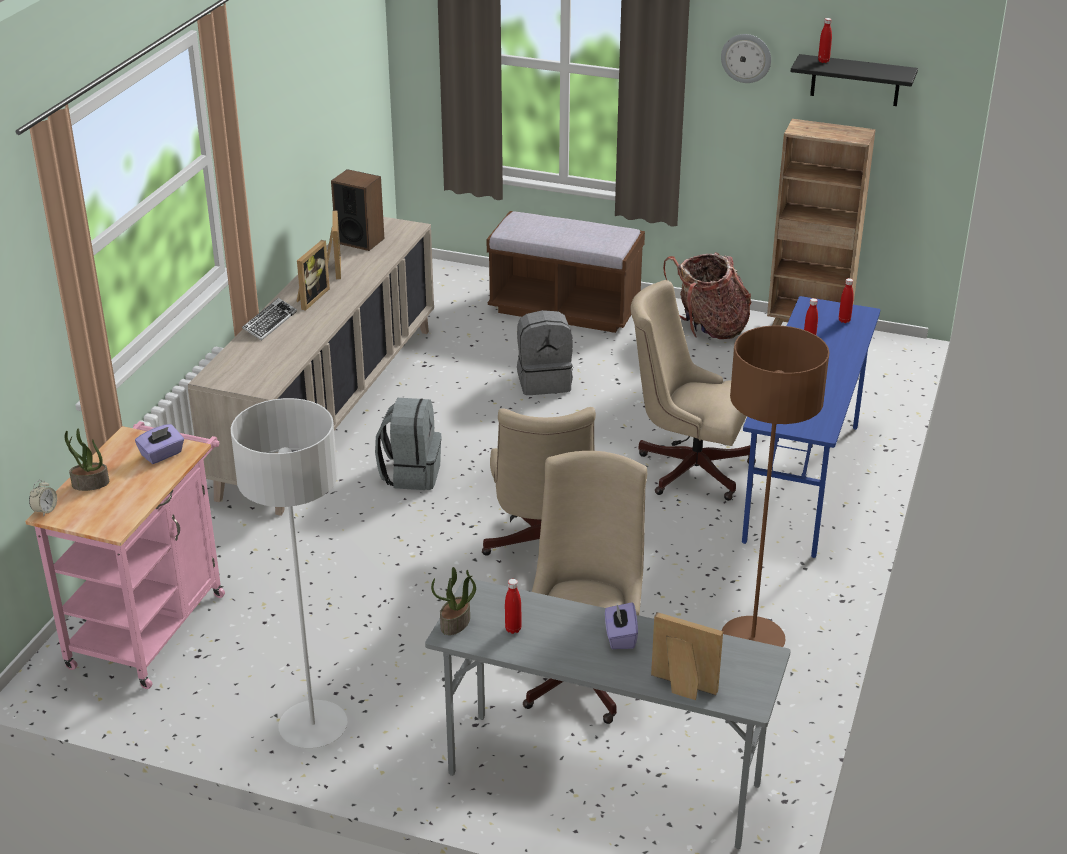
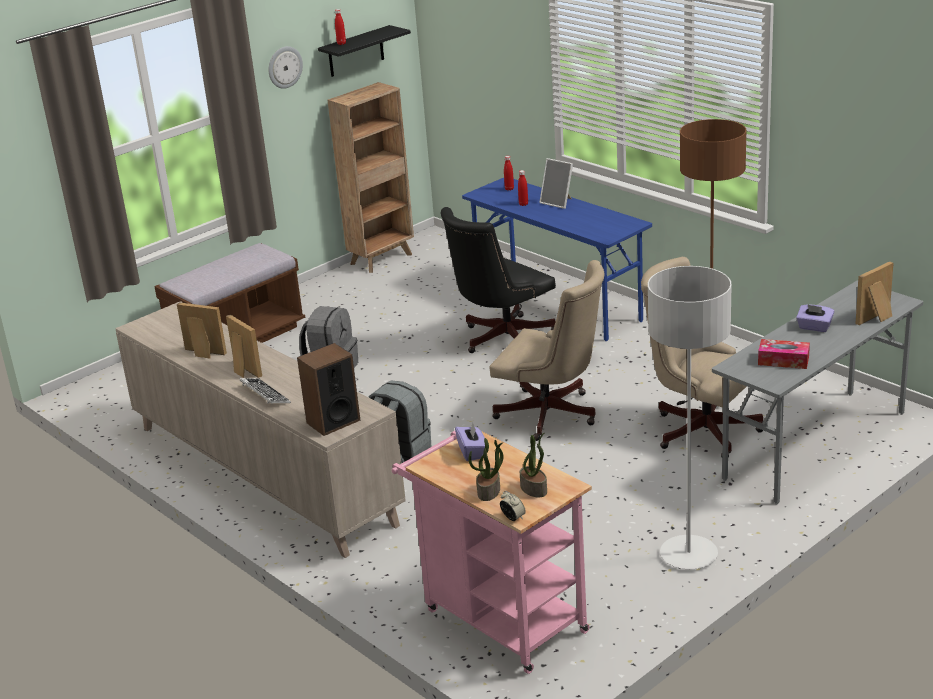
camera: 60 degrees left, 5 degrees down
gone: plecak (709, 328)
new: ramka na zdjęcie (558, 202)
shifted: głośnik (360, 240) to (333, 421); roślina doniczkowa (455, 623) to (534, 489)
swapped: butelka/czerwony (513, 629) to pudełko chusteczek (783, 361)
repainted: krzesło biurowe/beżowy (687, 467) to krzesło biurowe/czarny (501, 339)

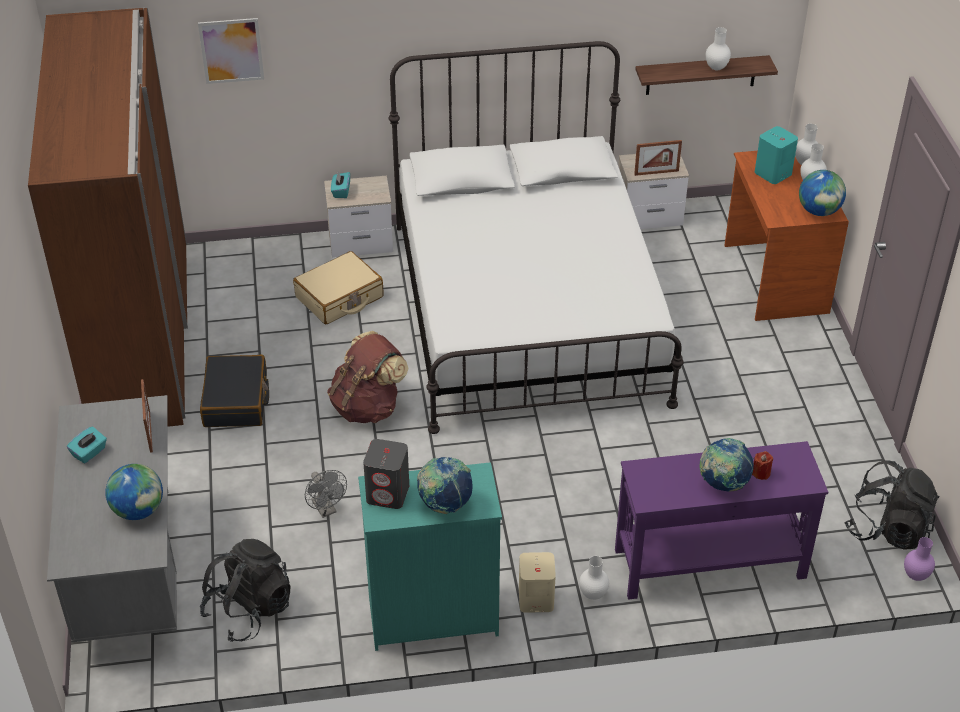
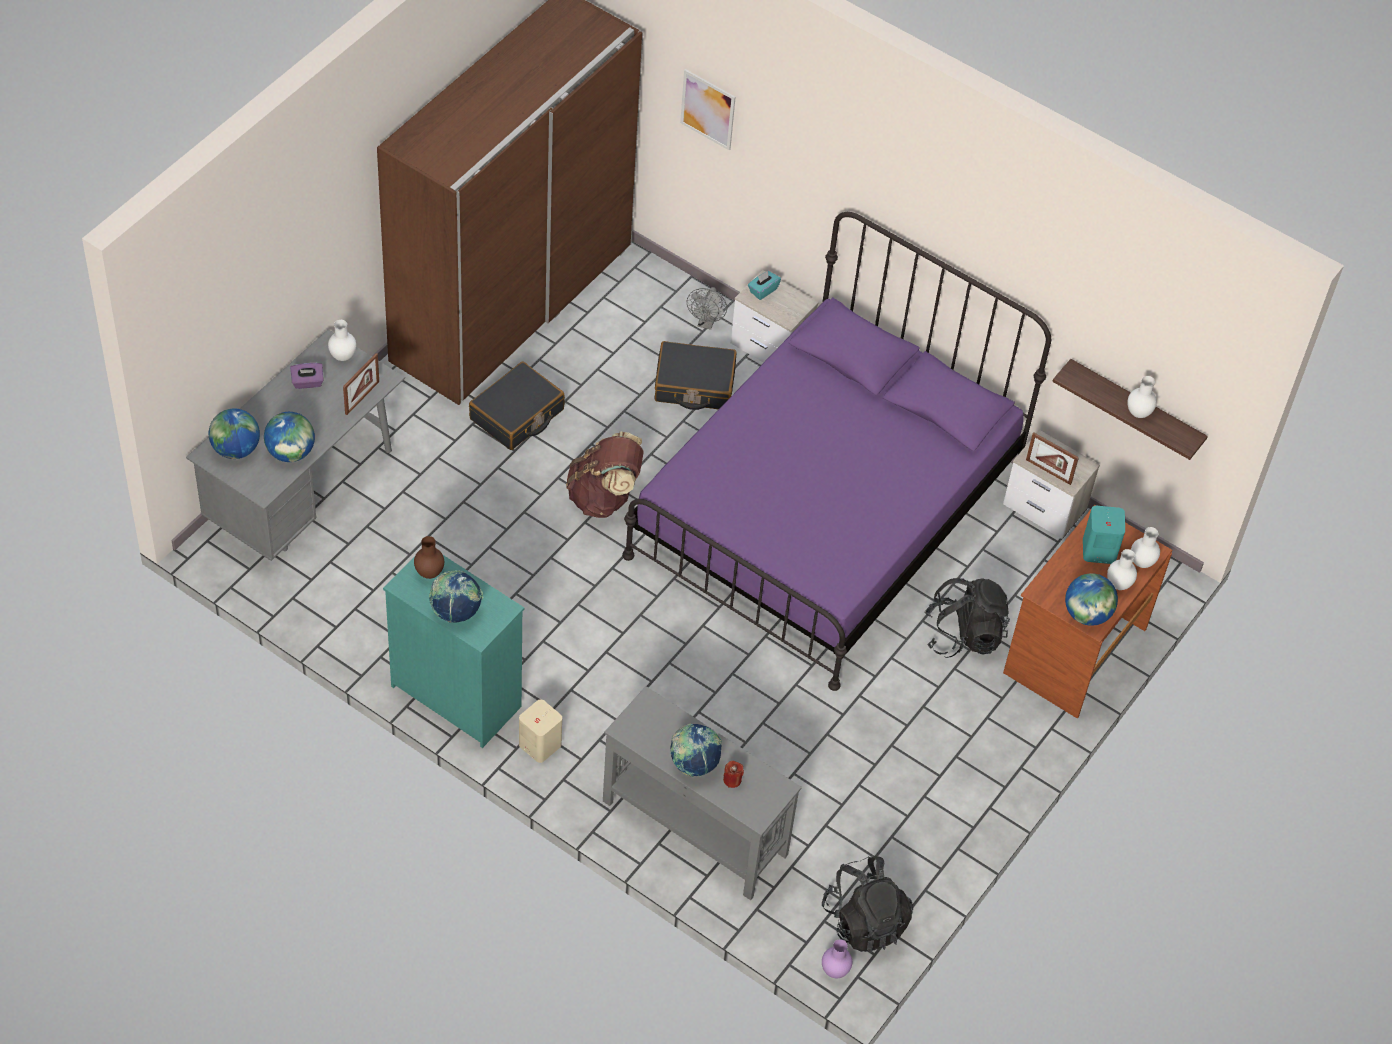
camera: 40 degrees right, 10 degrees up
new: globus (236, 449)
shifted: wentylator/szary (326, 509) to (706, 323); plecak/czarny (249, 610) to (964, 635); wazon/biały (592, 595) to (342, 356)
swapped: głośnik/szary (388, 493) to wazon/brązowy (430, 573)
repainted: łóżko/biały (527, 311) to łóżko/fioletowy (825, 514); walizka/beżowy (339, 297) to walizka/czarny (694, 385); pudełko chusteczek/turkusowy (89, 453) to pudełko chusteczek/fioletowy (307, 382); stolik konsolowy/fioletowy (708, 563) to stolik konsolowy/szary (694, 827)

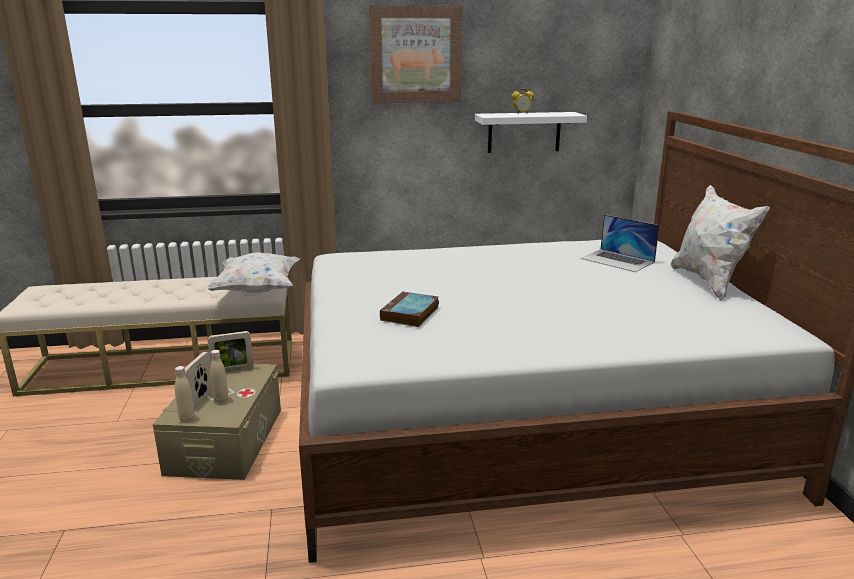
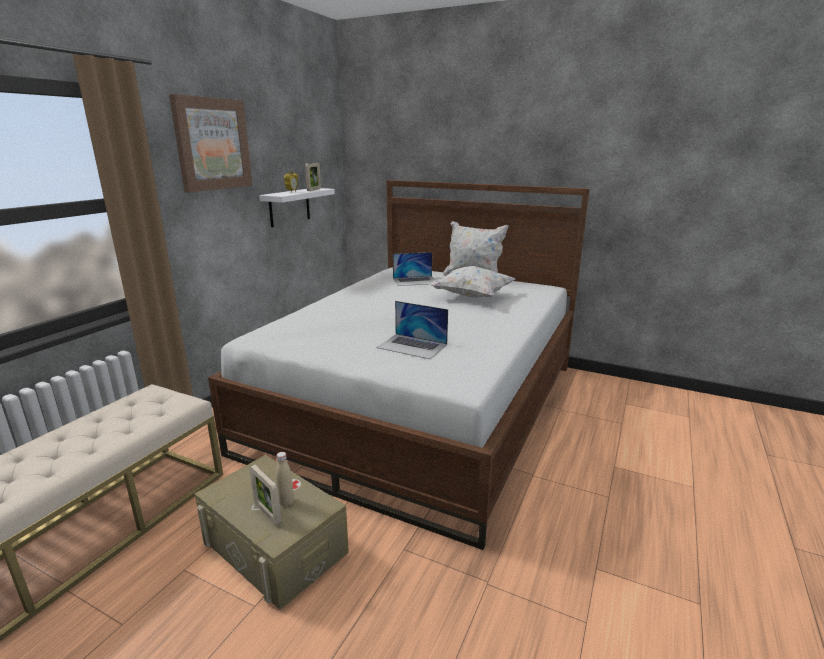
camera: 55 degrees left, 0 degrees up
gone: butelka/beżowy (187, 418)
shifted: poduszka/biały (257, 290) to (471, 296); ramka na zdjęcie (233, 370) to (314, 190)
swapped: książka (410, 314) to laptop (412, 346)

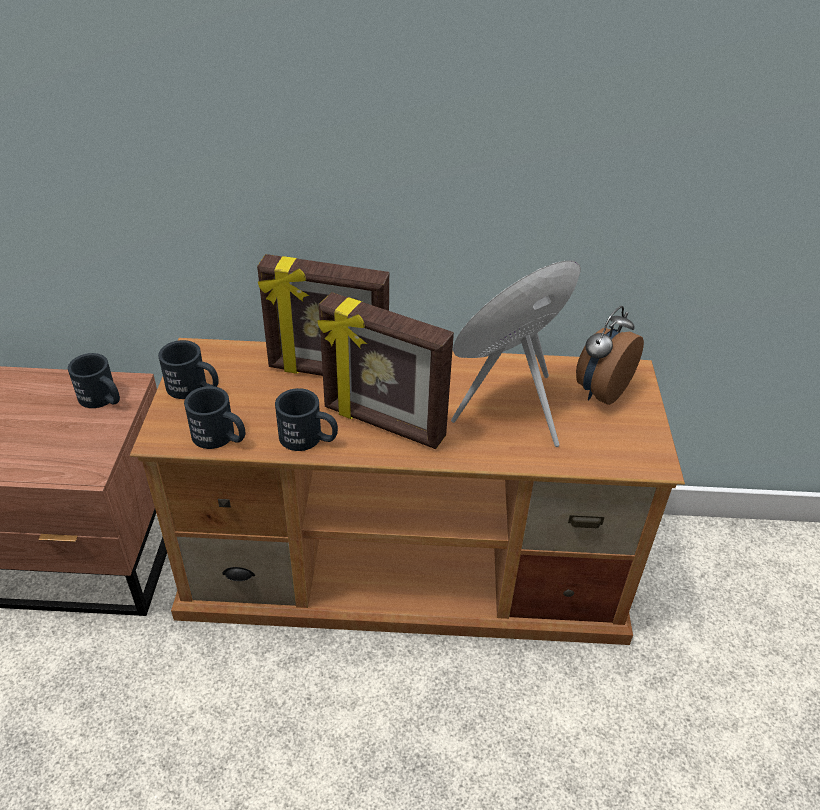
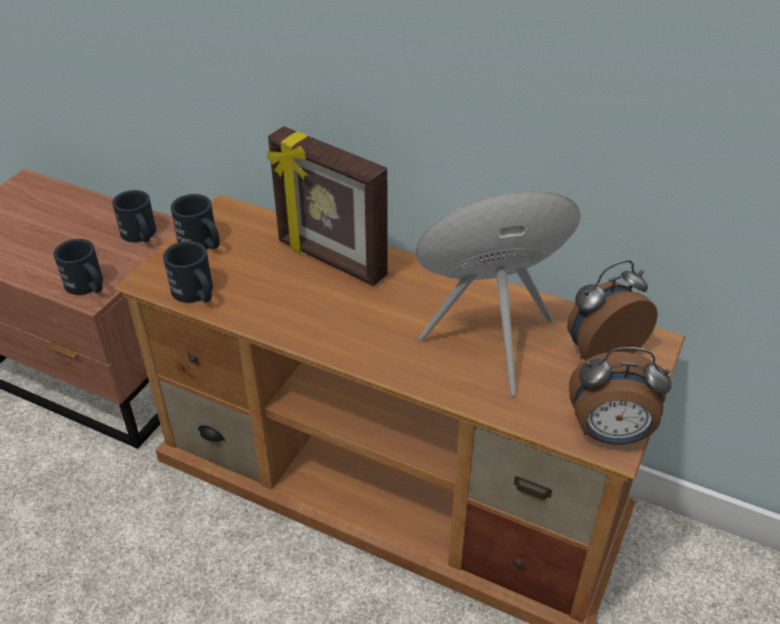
camera: 25 degrees right, 0 degrees up
gone: ramka na zdjęcie (383, 424)
new: budzik (609, 434)
shifted: kubek/czarny (309, 439) to (88, 286)

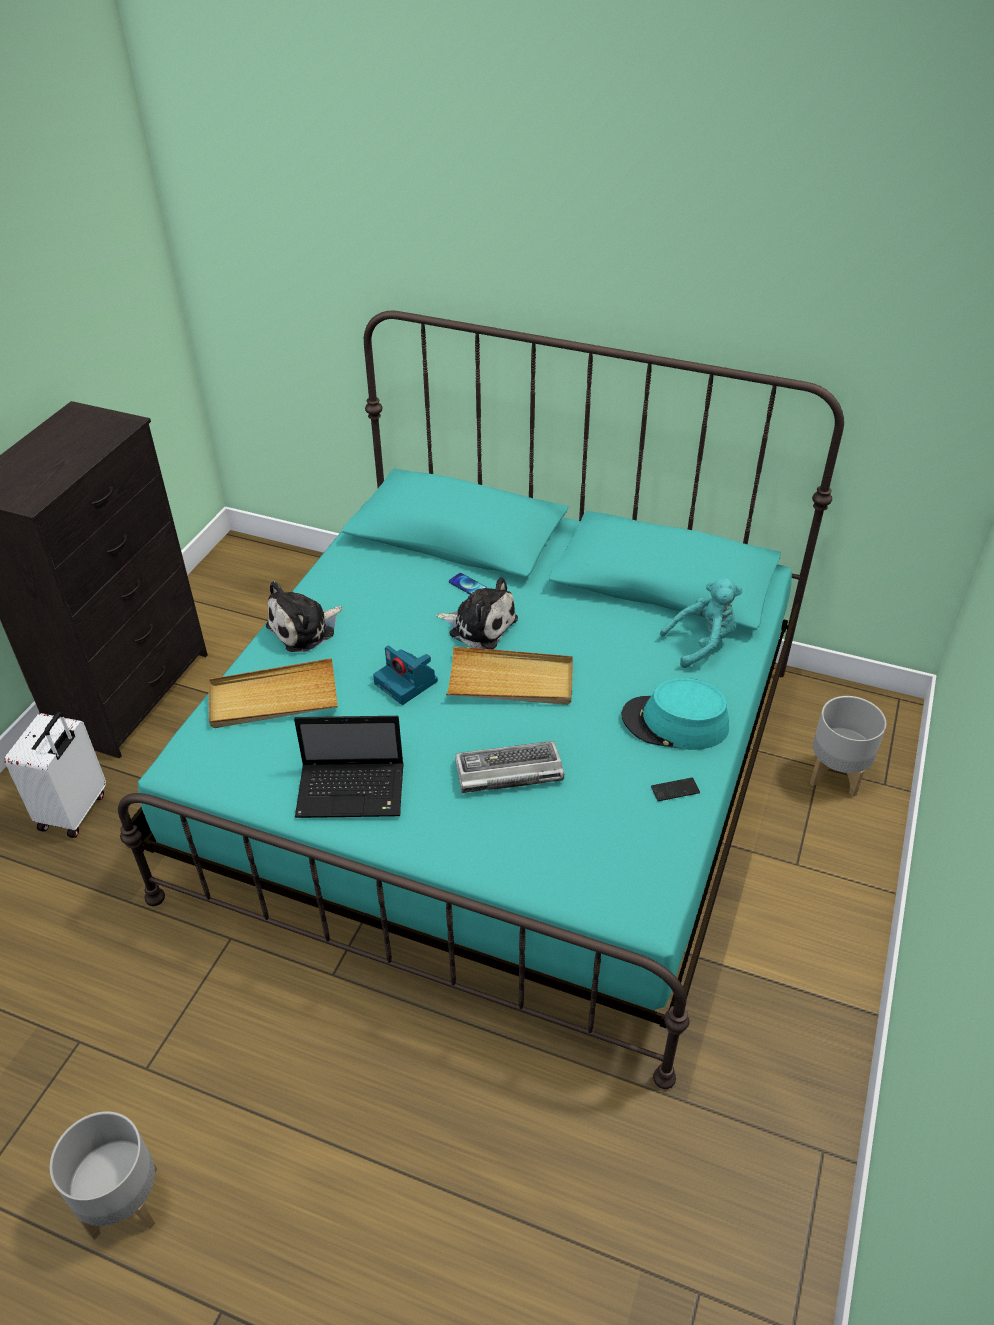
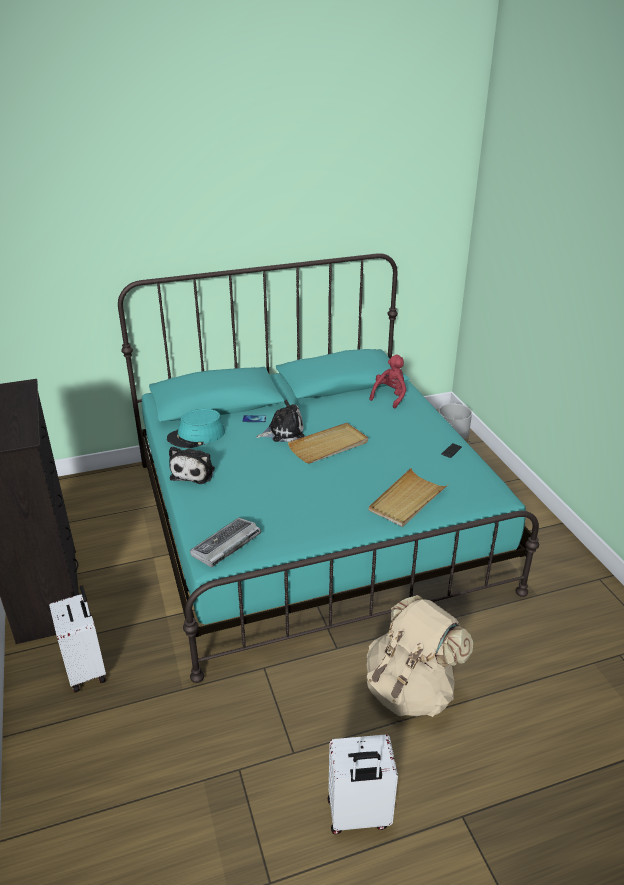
camera: 40 degrees left, 10 degrees down
gone: aparat fotograficzny (407, 683); laptop (353, 791)
new: plecak/beżowy (411, 689)
shifted: taca/beżowy (273, 698) to (407, 500); kapelusz/turkusowy (675, 723) to (196, 436); klawiatura (507, 772) to (225, 546)
swapped: donica/szary (123, 1202) to walizka/biały (358, 815)
repainted: pluszak/turkusowy (702, 643) to pluszak/czerwony (390, 396)

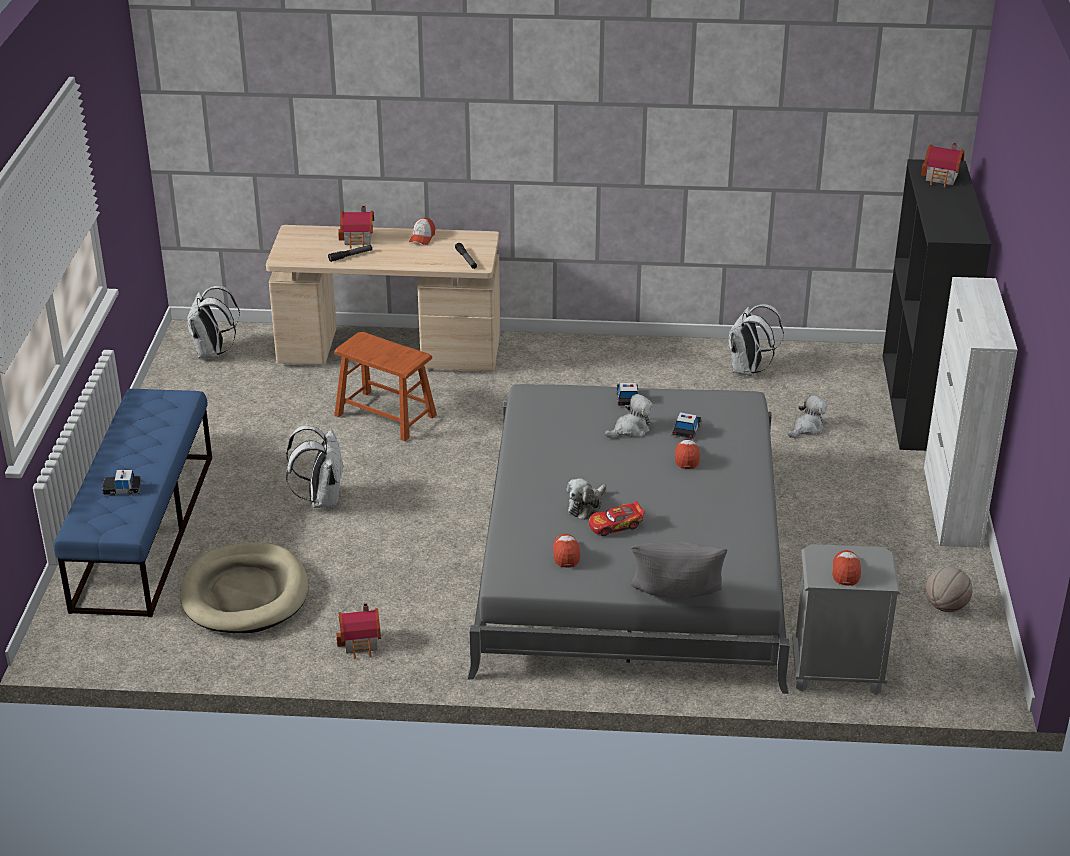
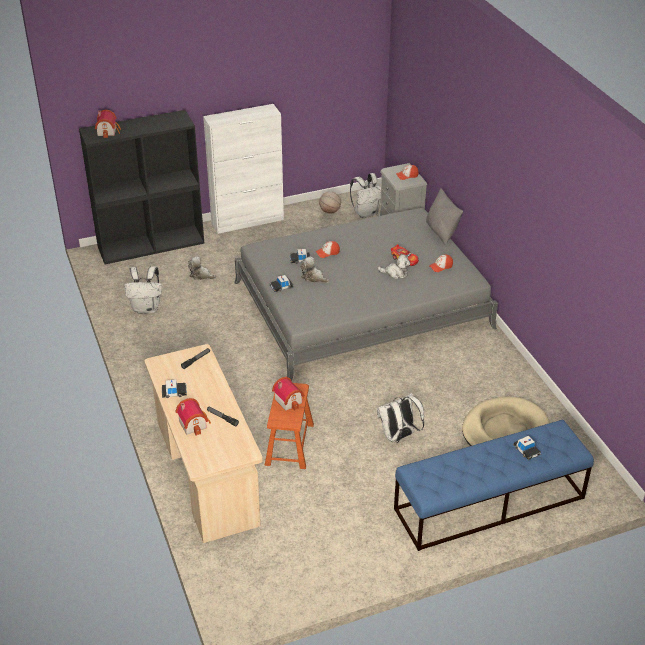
camera: 115 degrees left, 5 degrees up
shifted: plecak/biały (212, 353) to (366, 213); domek (362, 643) to (289, 400)
swapped: czapka z daszkiem (422, 238) to samochodzik (174, 392)

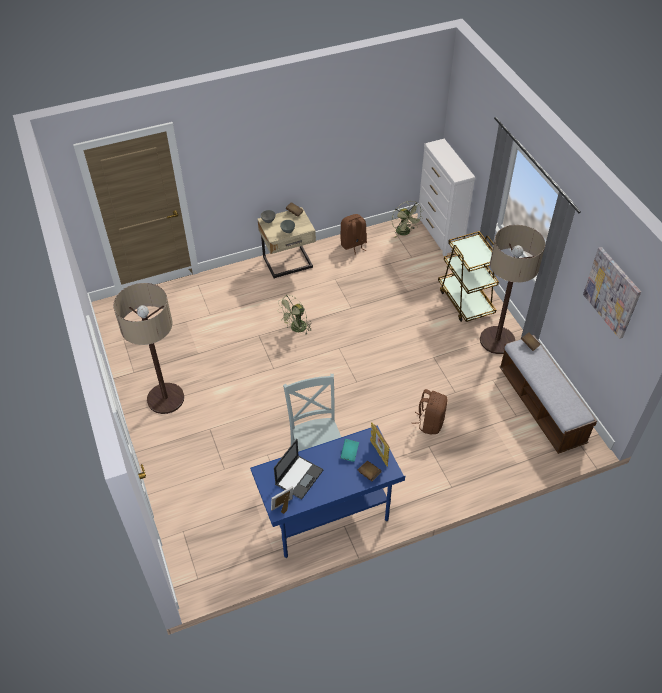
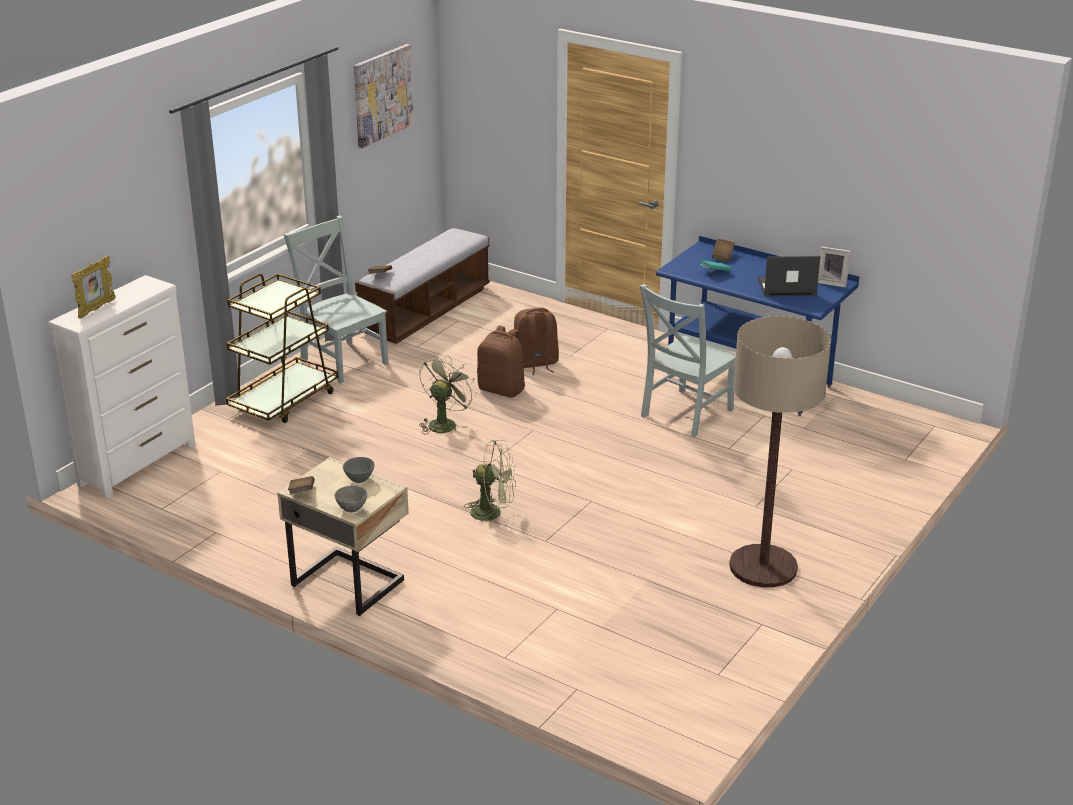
camera: 125 degrees left, 20 degrees down
shifted: wentylator/zielony (405, 232) to (444, 423); plecak/brązowy (353, 245) to (502, 389); ramka na zdjęcie (379, 453) to (96, 309)
swapped: lampa stojąca (497, 340) to krzesło/szary (342, 360)

